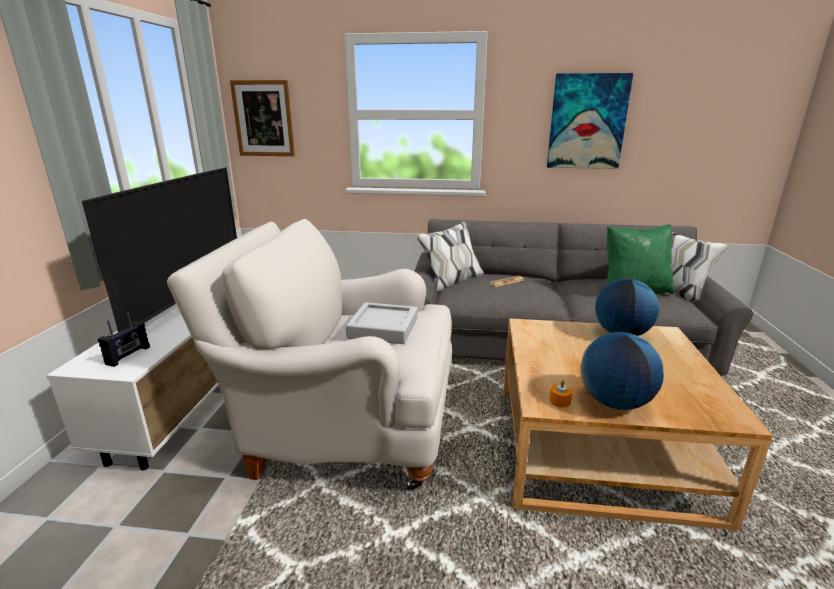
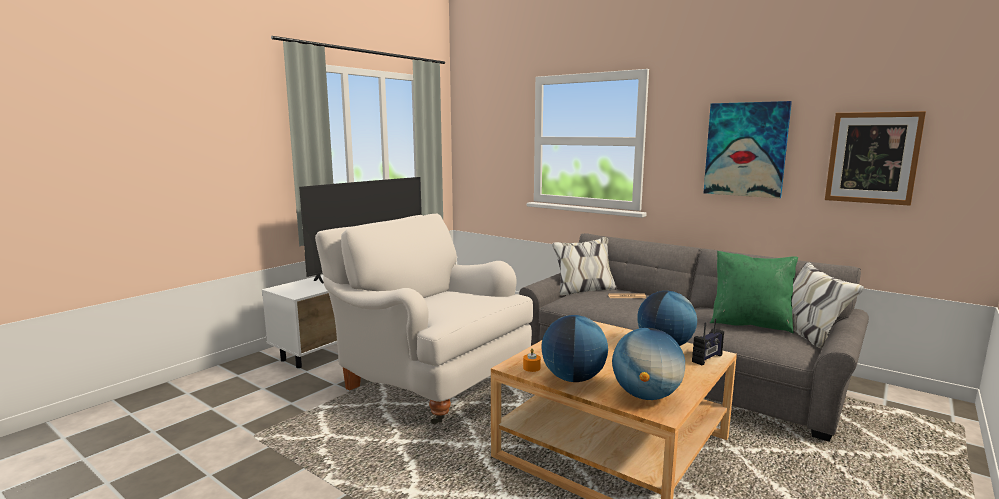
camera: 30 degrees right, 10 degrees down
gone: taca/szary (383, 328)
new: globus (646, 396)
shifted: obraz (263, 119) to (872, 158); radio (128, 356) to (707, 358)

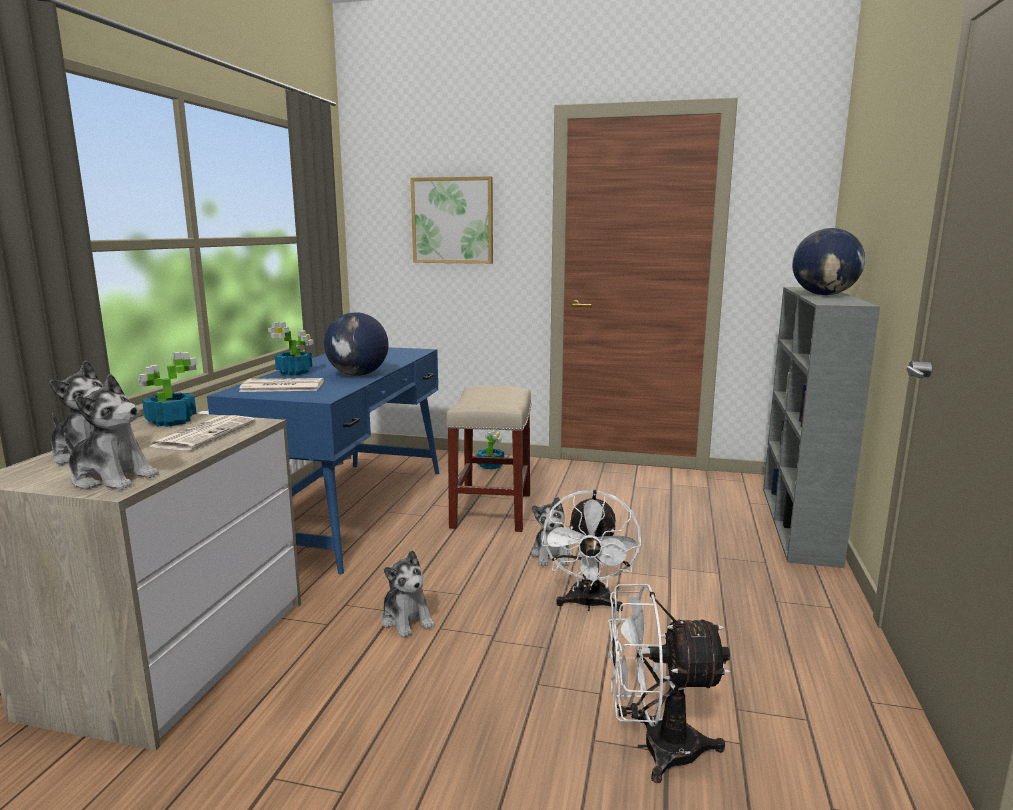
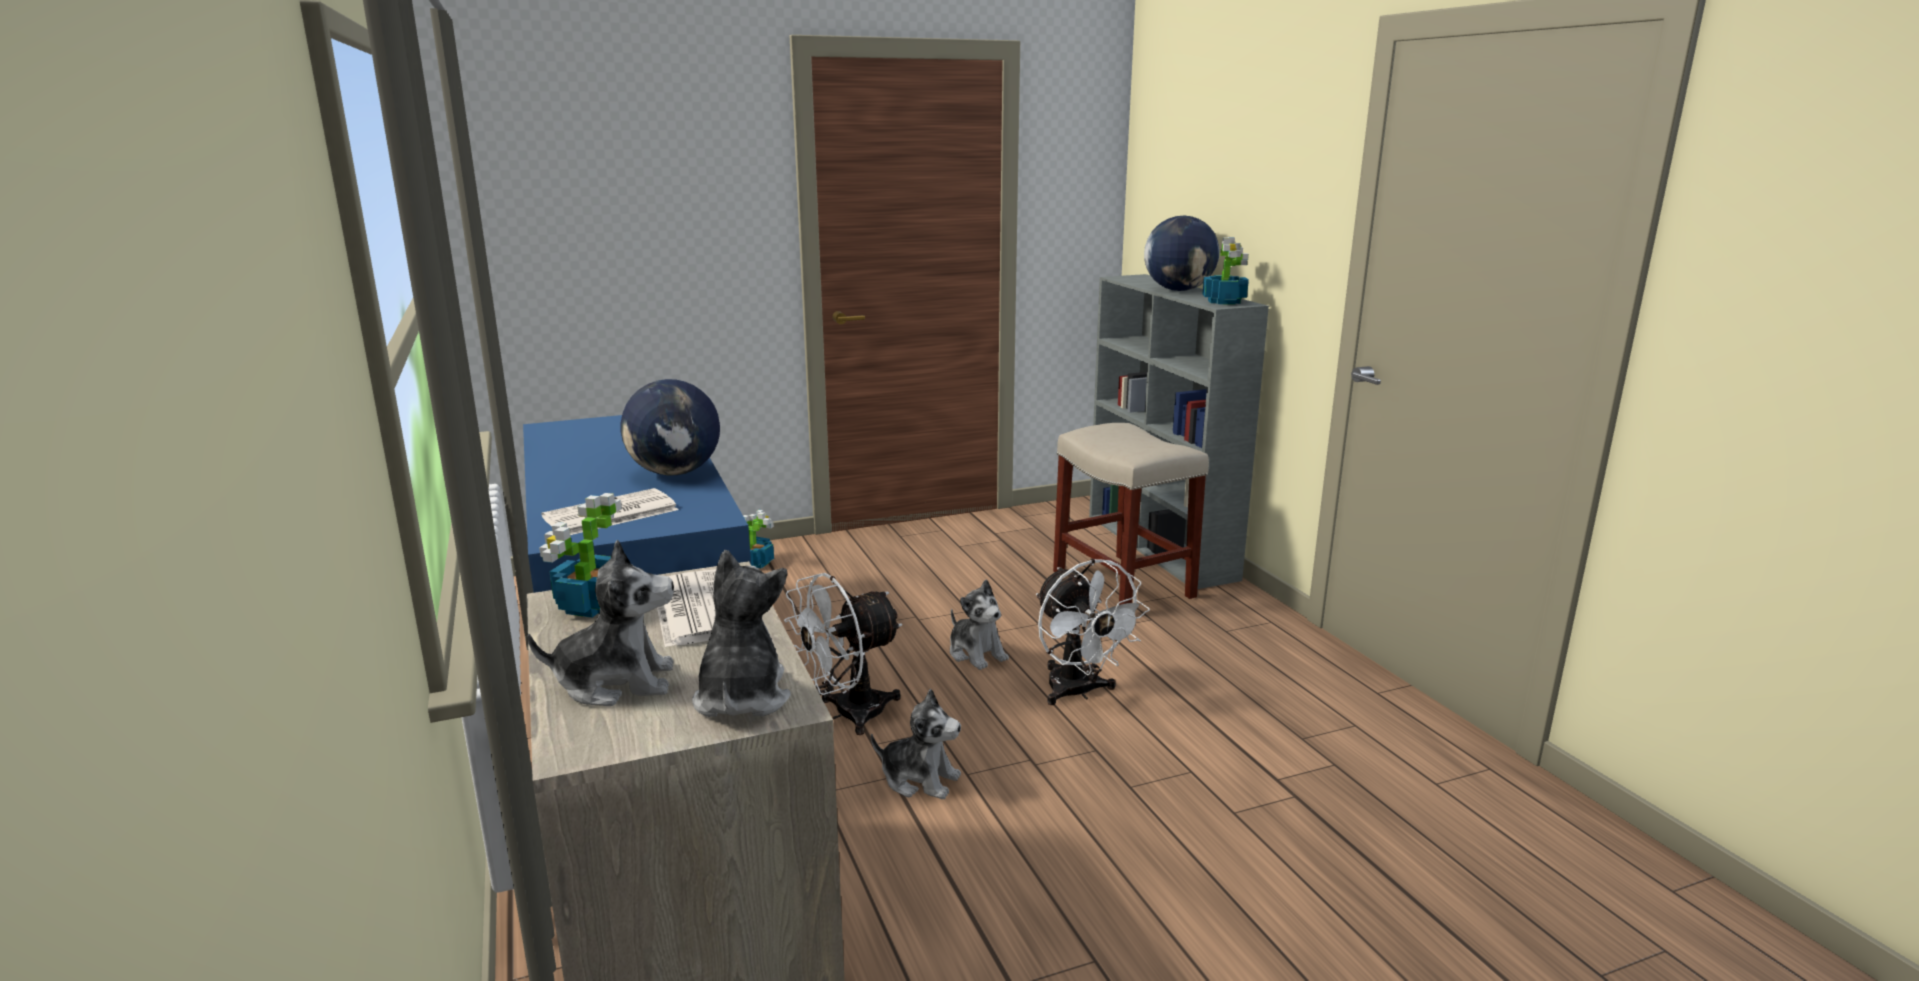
camera: 35 degrees left, 5 degrees up
gone: obraz (452, 220)
shifted: roślina doniczkowa (295, 372) to (1224, 301); stołek/beżowy (492, 511) to (1124, 585); wentylator/biały (655, 748) to (847, 714)
rotated: pluszak (112, 478) = (741, 697) 75 degrees counterclockwise

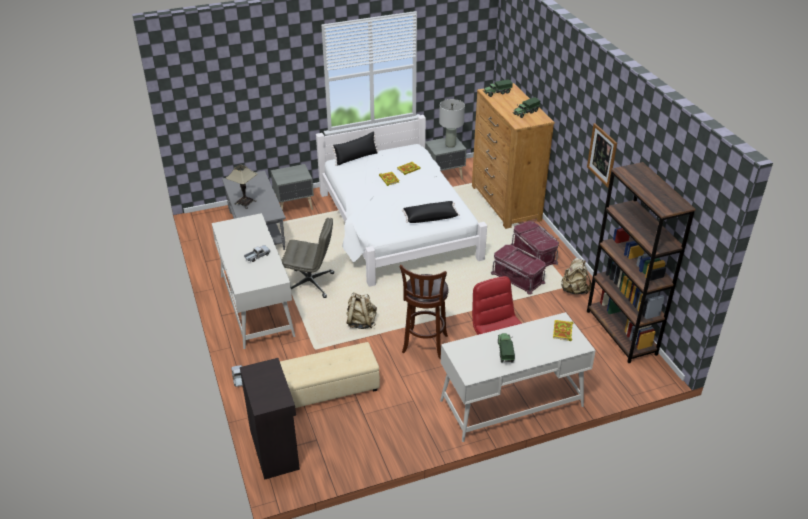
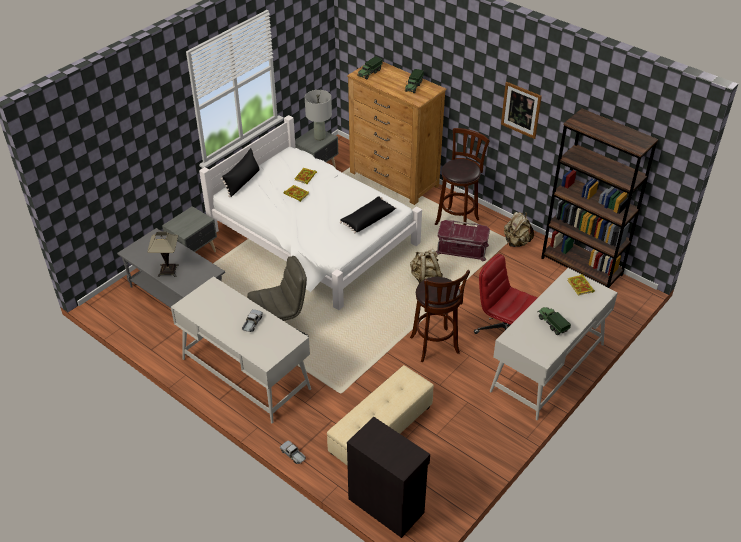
camera: 30 degrees left, 5 degrees up
shifted: plecak/beżowy (361, 322) to (425, 277)
swapped: pojemnik do przechowywania/czerwony (534, 254) to stołek/brązowy (458, 220)

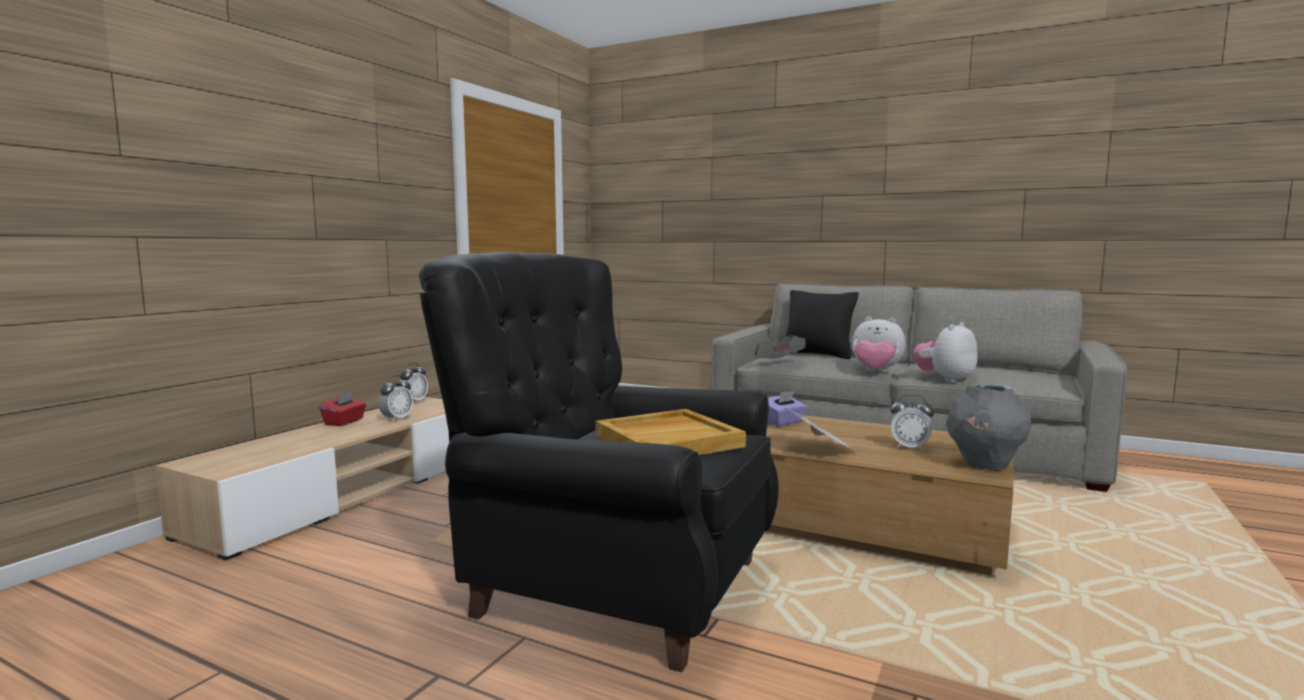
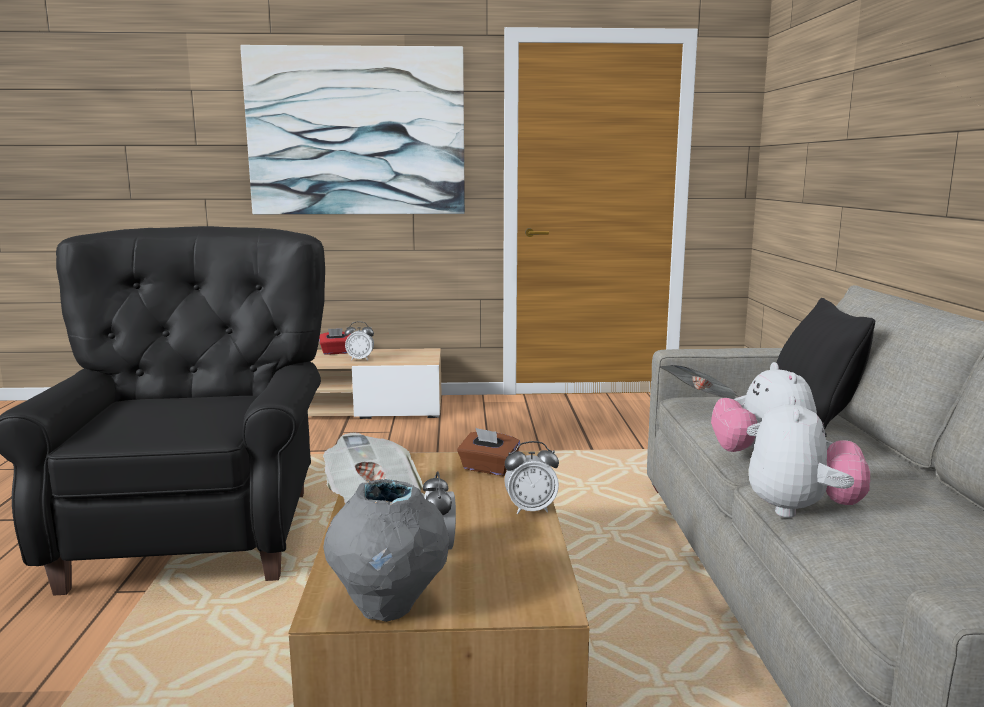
camera: 60 degrees right, 5 degrees up
gone: taca/beżowy (668, 440)
new: obraz (356, 132)
shifted: budzik (414, 402) to (530, 509)
repainted: pudełko chusteczek/fioletowy (783, 422) to pudełko chusteczek/brązowy (488, 469)
rotated: pluszak (945, 379) = (801, 510) 90 degrees clockwise

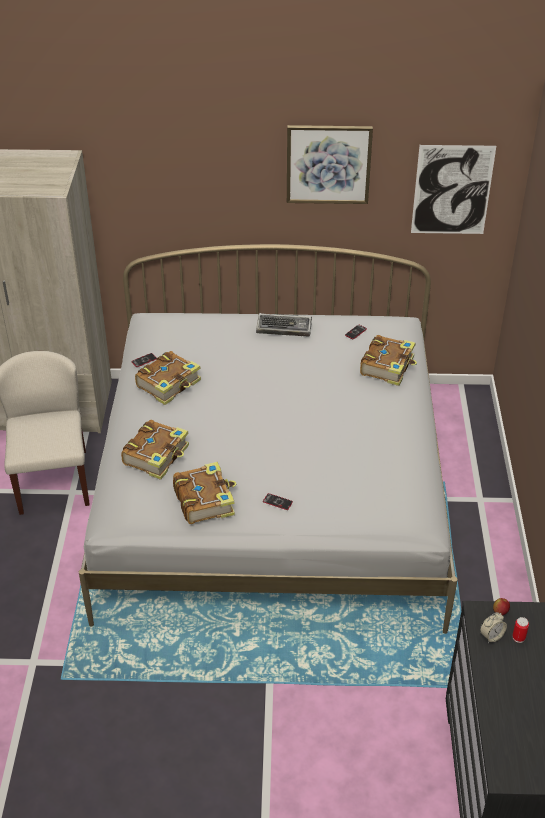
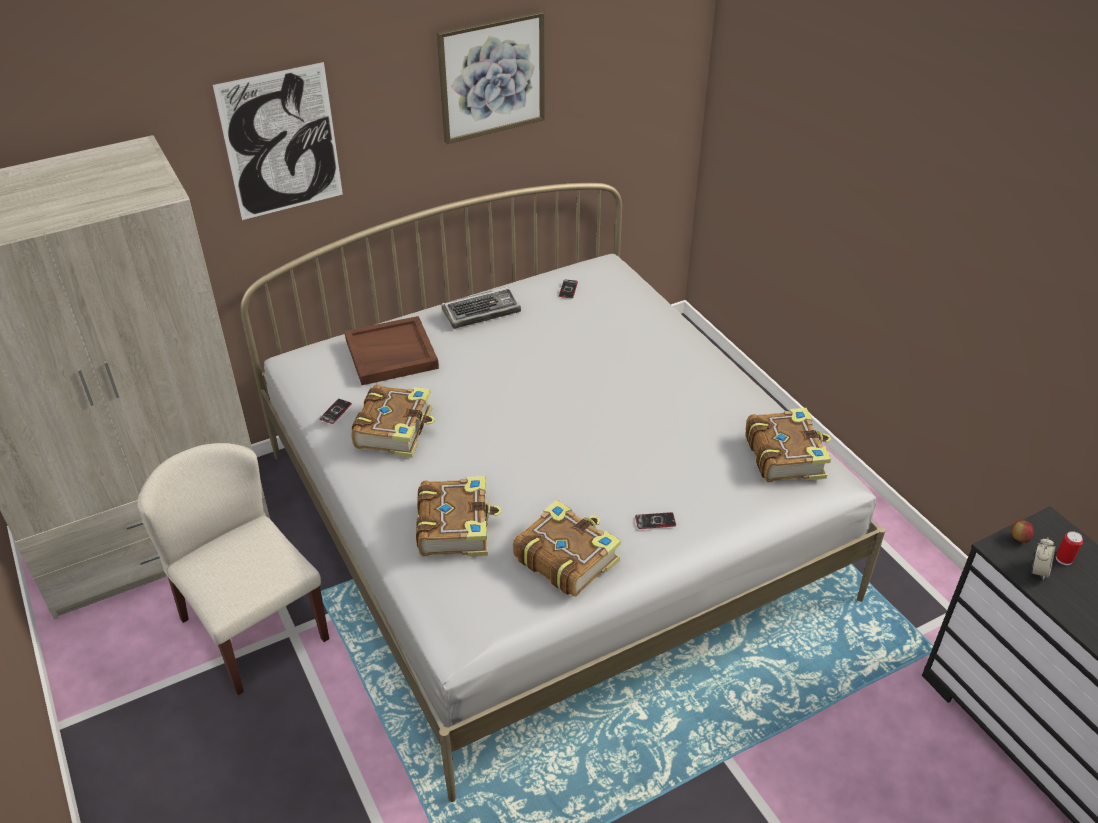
camera: 30 degrees left, 0 degrees up
new: taca/brązowy (390, 354)
shifted: obraz (452, 190) to (281, 143); książka (388, 366) to (785, 455)

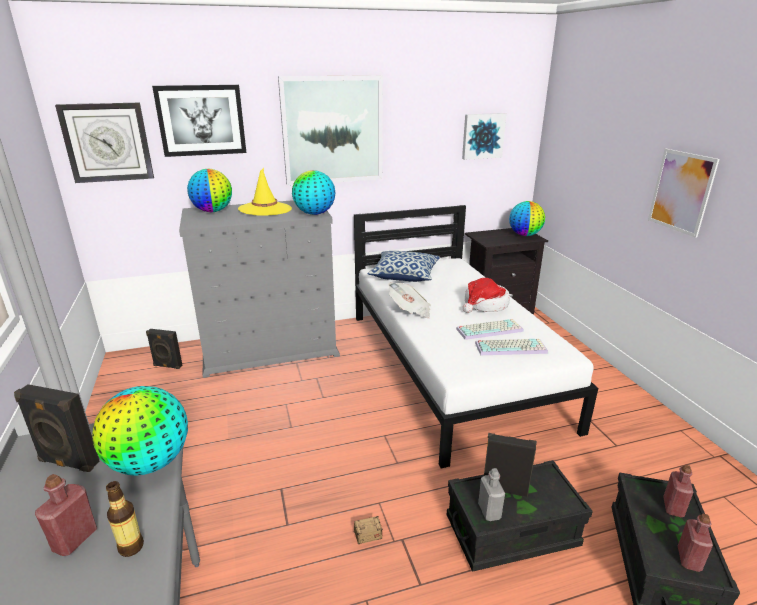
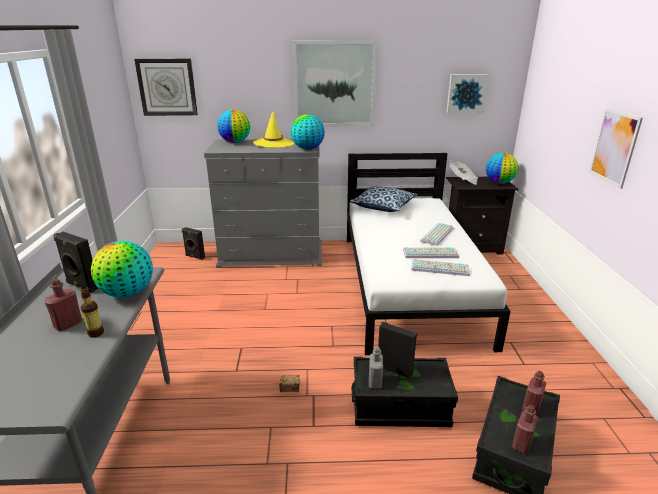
camera: 15 degrees right, 0 degrees up
gone: obraz (201, 120)
shifted: gazeta (410, 311) to (463, 180)
swapped: kapelusz (485, 305) to klawiatura (438, 235)

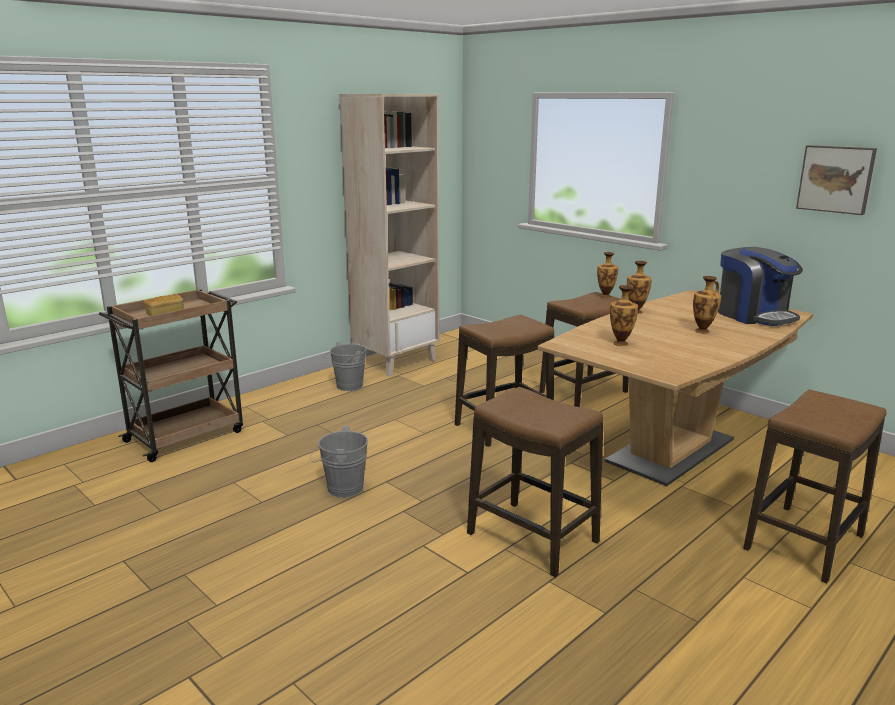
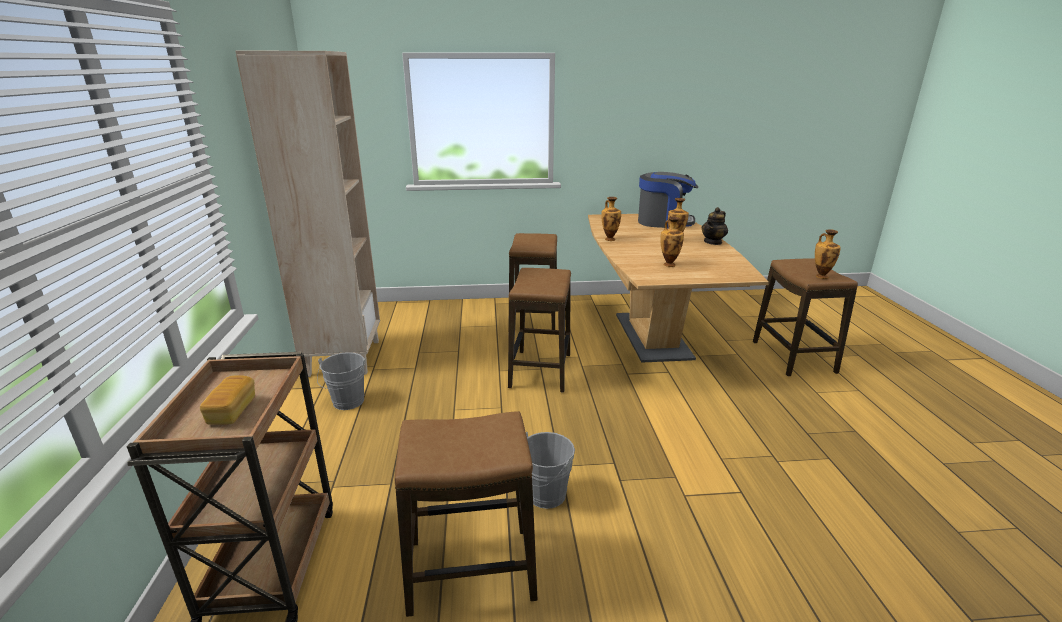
camera: 50 degrees left, 5 degrees up
gone: obraz (836, 179)
new: imbryk (713, 242)
shifted: wazon (605, 296) to (821, 276); stołek (532, 538) to (470, 570)

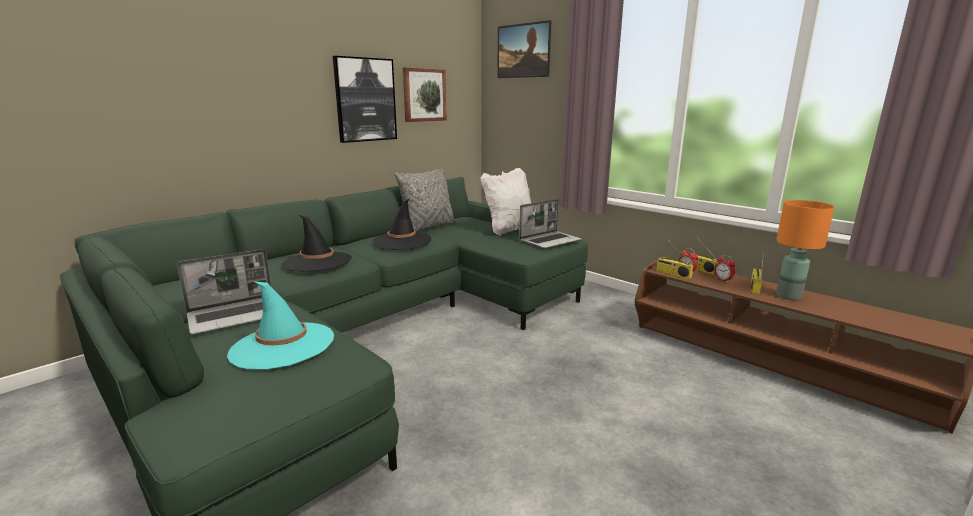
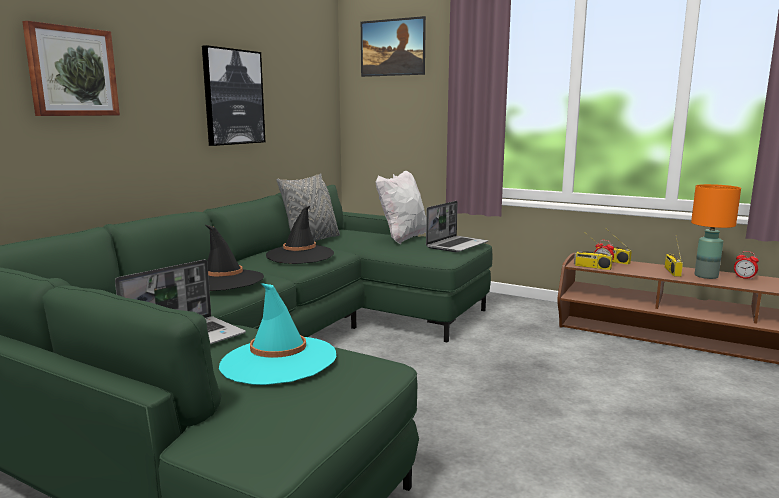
camera: 15 degrees left, 5 degrees down
shifted: obraz (424, 95) to (72, 72); budzik (723, 280) to (744, 278)

